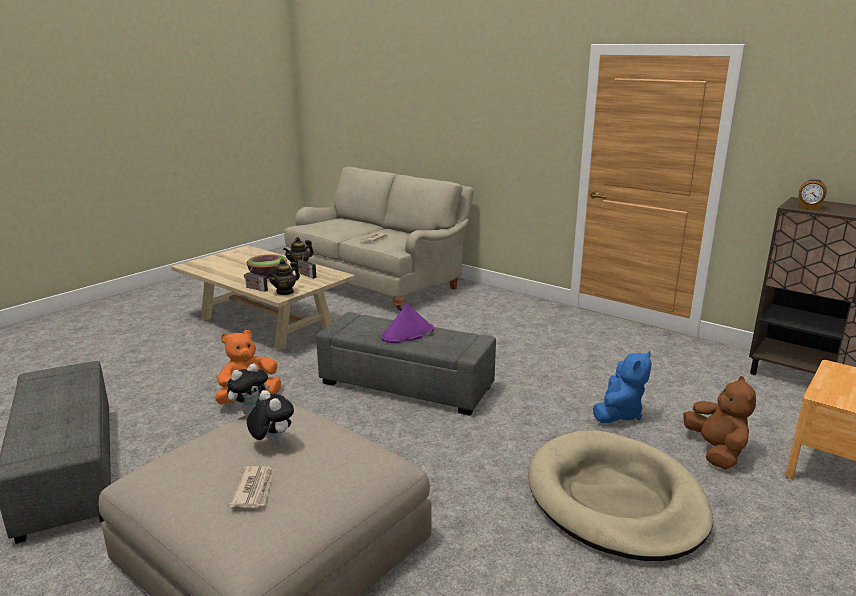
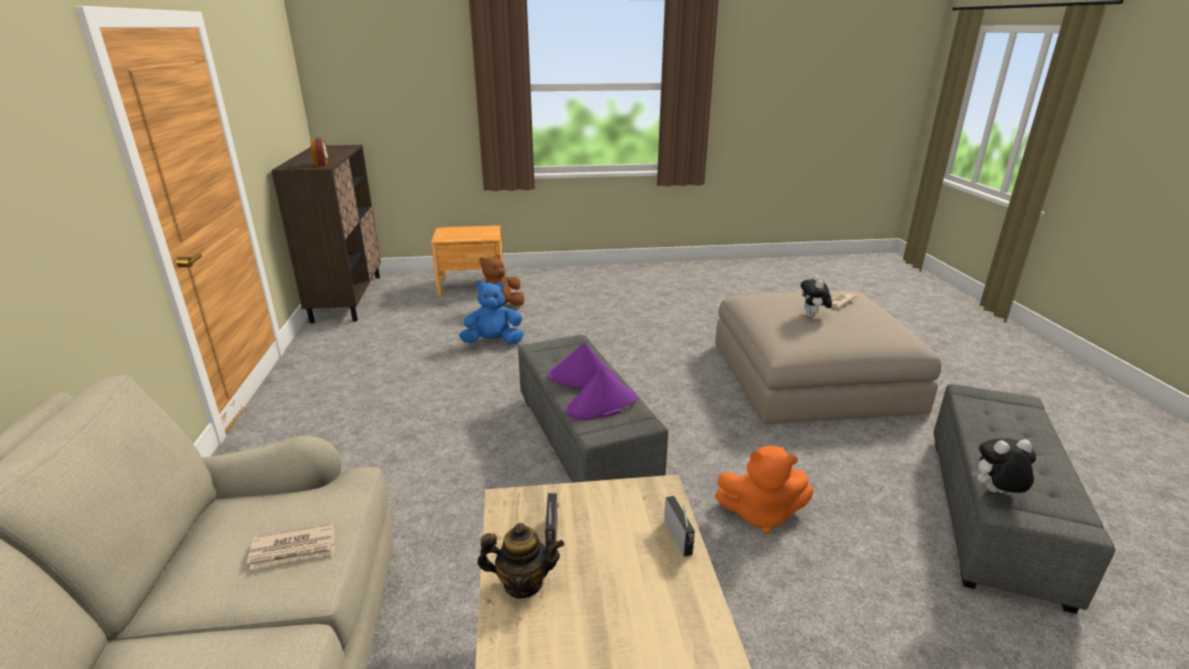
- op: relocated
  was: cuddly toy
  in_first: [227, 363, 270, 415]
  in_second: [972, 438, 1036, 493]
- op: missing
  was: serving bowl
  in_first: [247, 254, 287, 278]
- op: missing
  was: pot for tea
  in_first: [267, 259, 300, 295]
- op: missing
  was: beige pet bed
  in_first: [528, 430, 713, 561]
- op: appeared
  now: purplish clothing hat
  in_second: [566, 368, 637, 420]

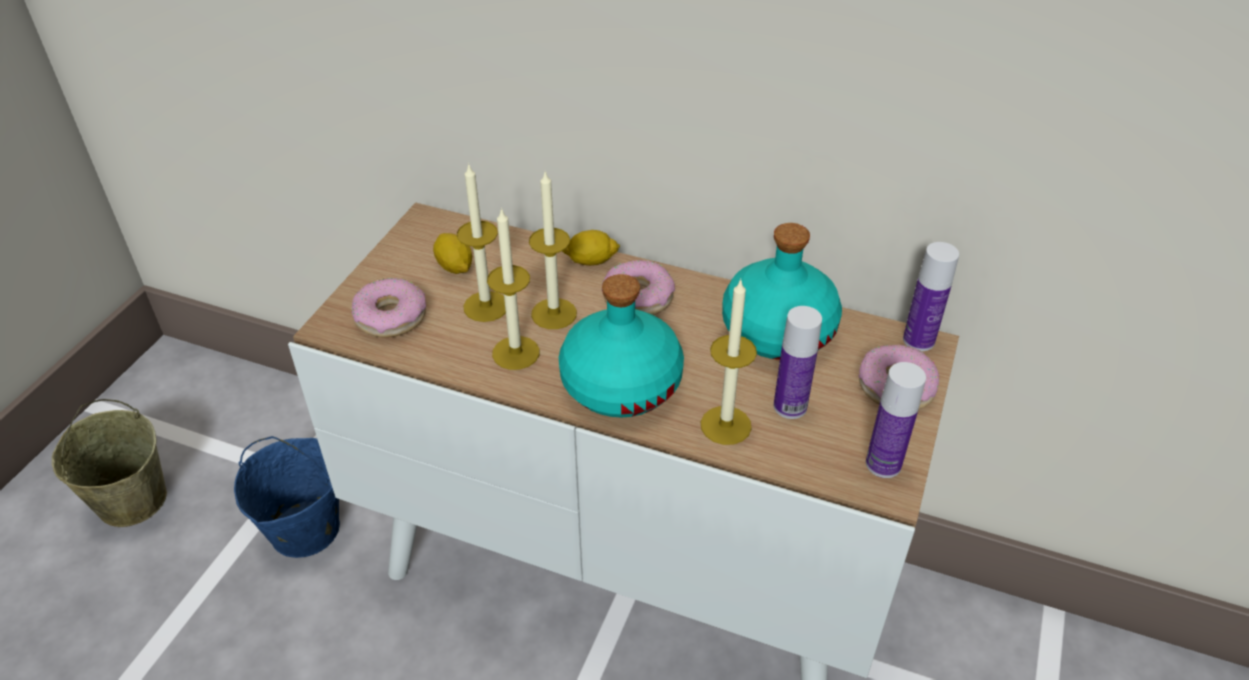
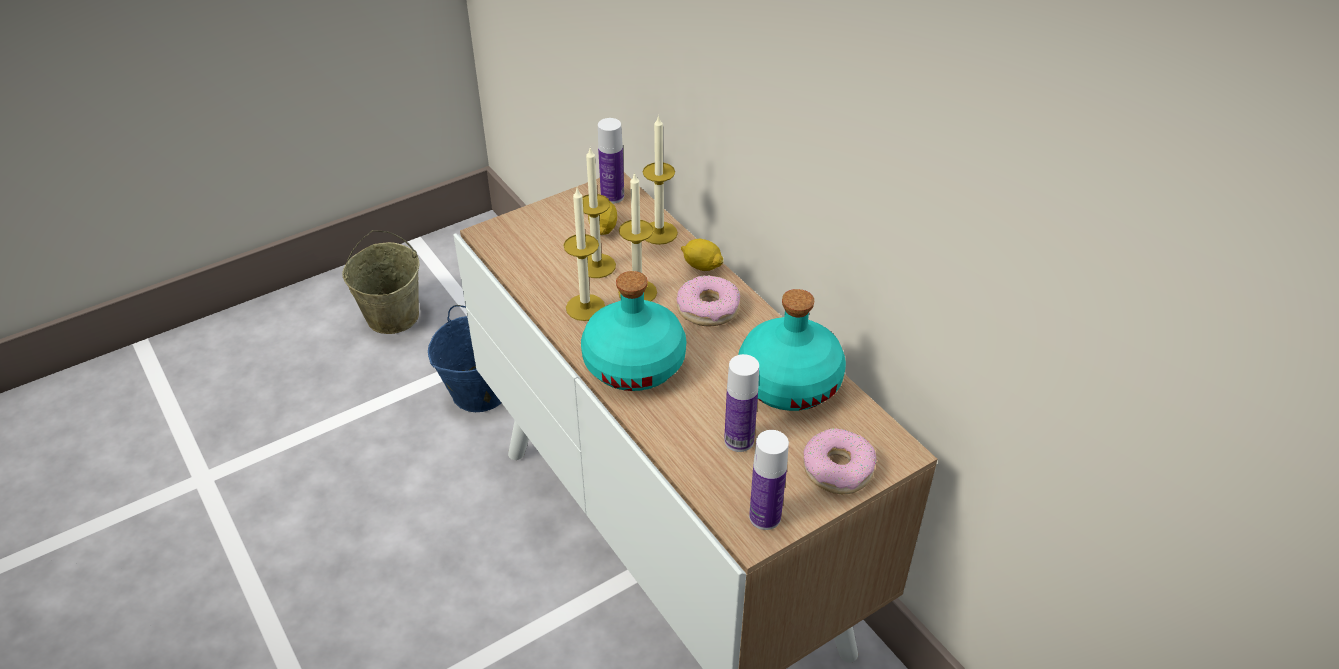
- op: missing
  was: doughnut
  in_first: [352, 278, 426, 337]
- op: relocated
  was: wax light
  in_first: [701, 278, 757, 445]
  in_second: [643, 115, 678, 245]
- op: relocated
  was: bottle
  in_first: [903, 242, 959, 351]
  in_second: [598, 118, 624, 204]

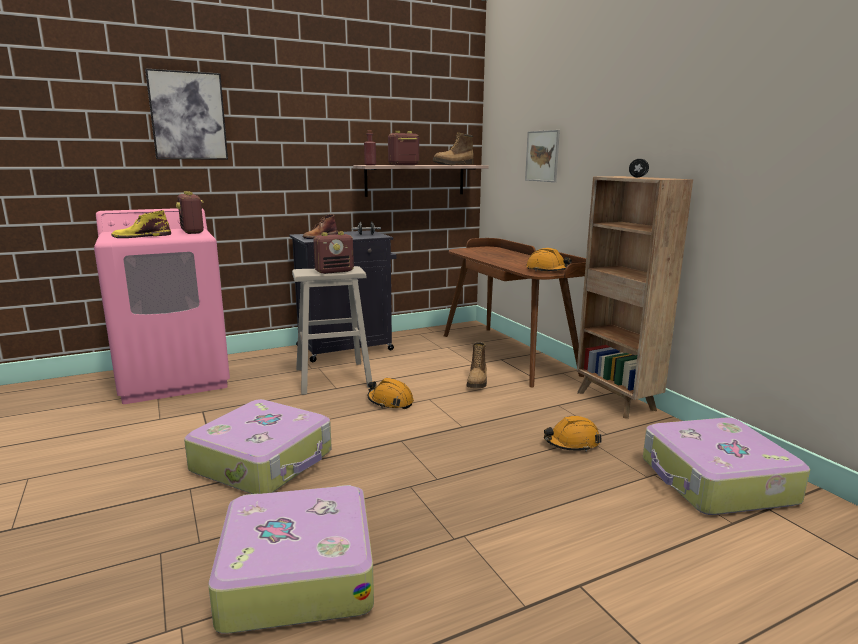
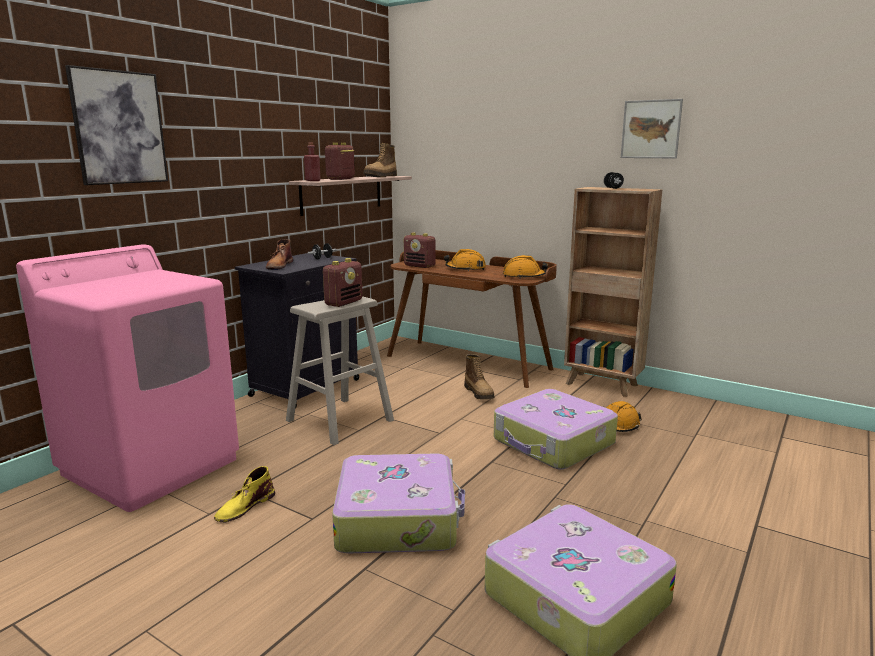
- op: relocated
  was: yellowish high-top boot
  in_first: [111, 210, 171, 238]
  in_second: [214, 466, 275, 522]
- op: relocated
  was: radio set
  in_first: [176, 191, 204, 234]
  in_second: [404, 233, 435, 268]
- op: relocated
  was: orange hard hat
  in_first: [368, 378, 414, 409]
  in_second: [444, 249, 486, 271]
- op: relocated
  was: picture
  in_first: [525, 130, 560, 182]
  in_second: [621, 99, 683, 158]
- op: relocated
  was: suitcase
  in_first: [643, 418, 810, 515]
  in_second: [494, 389, 618, 470]

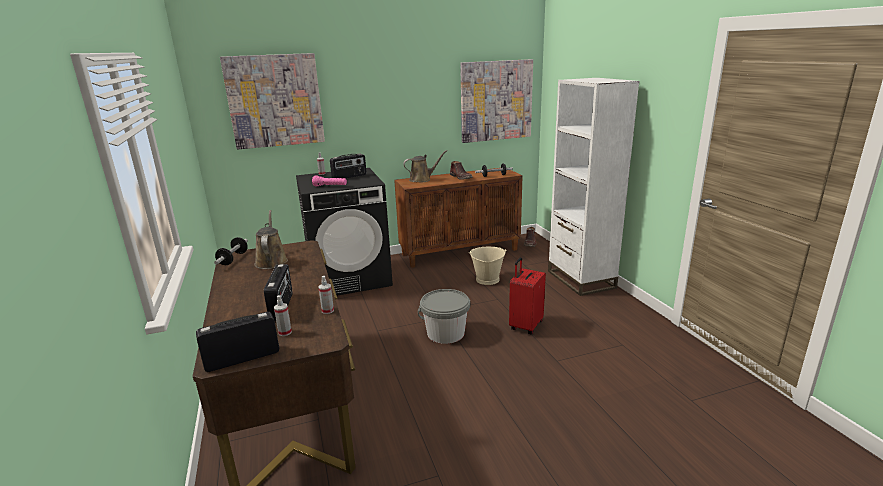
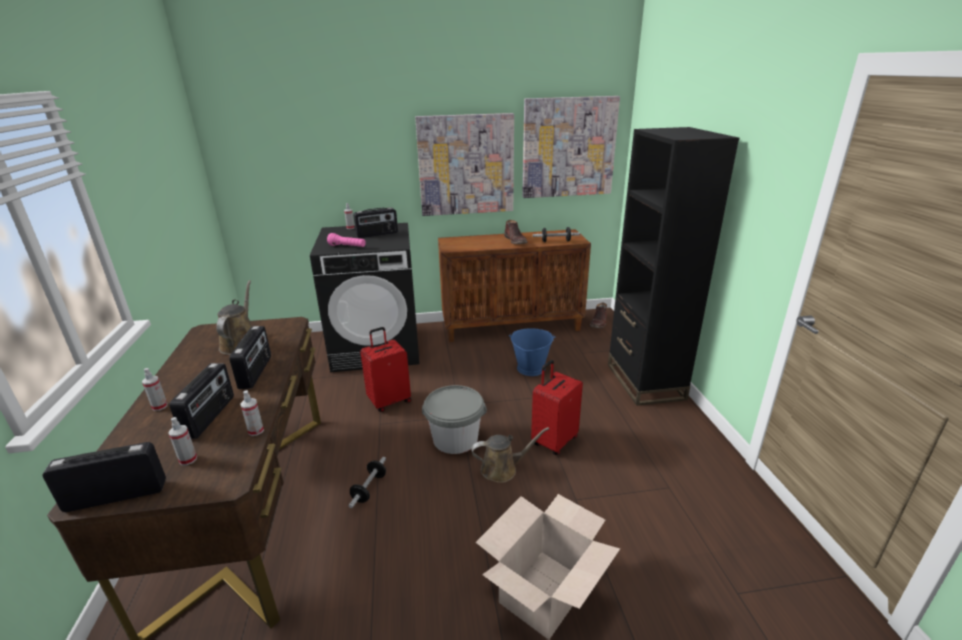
- op: relocated
  was: hand weight
  in_first: [214, 237, 248, 265]
  in_second: [348, 457, 386, 508]
- op: relocated
  was: picture
  in_first: [220, 53, 325, 150]
  in_second: [415, 113, 514, 216]
- op: relocated
  was: brown-coloured watering pot
  in_first: [403, 150, 447, 182]
  in_second: [471, 427, 549, 483]
- op: colour
  was: beige pail
  now: blue pail
  in_first: [470, 247, 507, 285]
  in_second: [509, 328, 555, 376]
- op: colour
  was: whitish bookshelf
  now: black bookshelf
  in_first: [548, 78, 640, 296]
  in_second: [608, 127, 739, 406]
- op: appeared
  now: hand sprayer
  in_second: [142, 368, 168, 411]
- op: appeared
  now: radio set
  in_second: [229, 326, 271, 389]
- op: appeared
  now: red-coloured suitcase
  in_second: [360, 327, 411, 412]
- op: appeared
  now: packing box
  in_second: [476, 494, 620, 640]

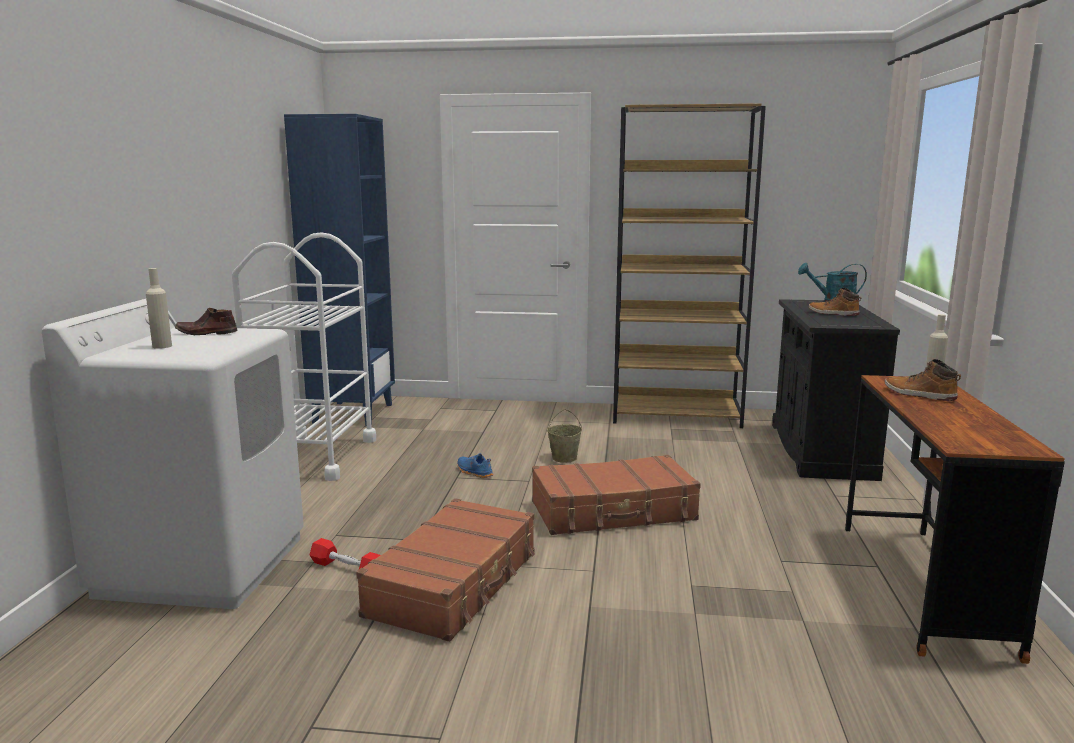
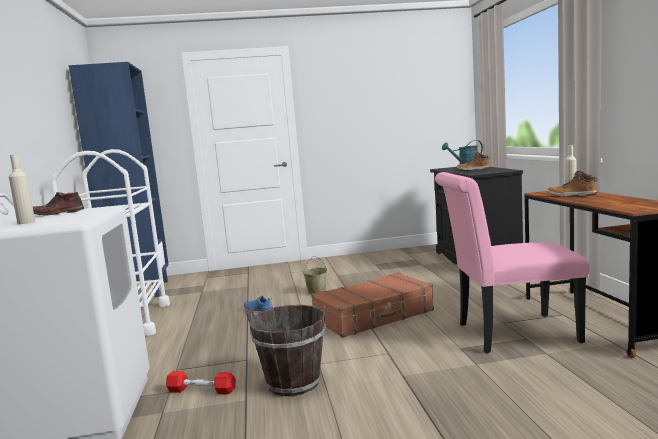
- op: exchanged
  was: brown-coloured suitcase
  now: brown-coloured pail
  in_first: [356, 498, 535, 642]
  in_second: [246, 305, 326, 396]
- op: missing
  was: brown-coloured bookshelf
  in_first: [613, 103, 766, 428]
- op: appeared
  now: pink plain chair
  in_second: [435, 172, 590, 353]

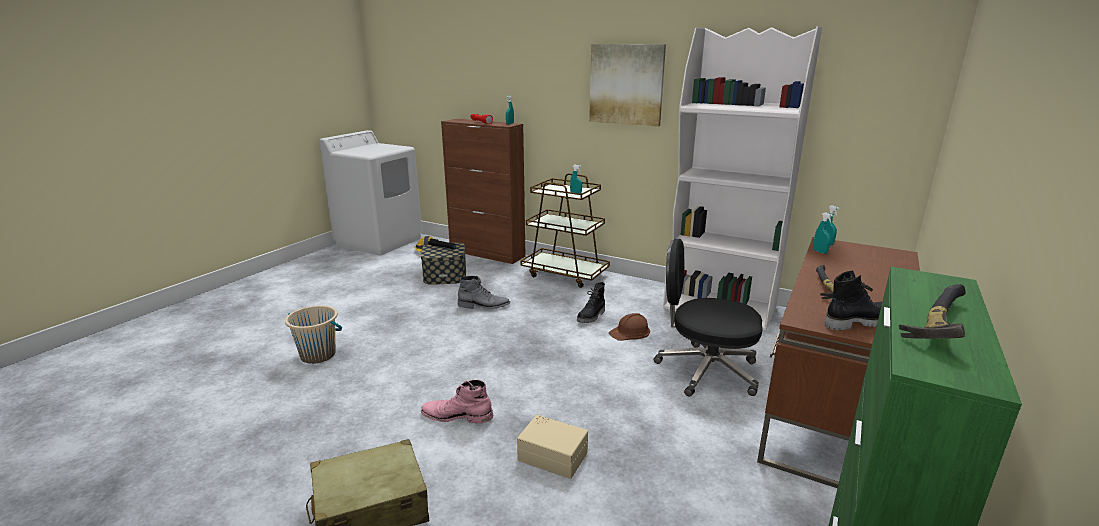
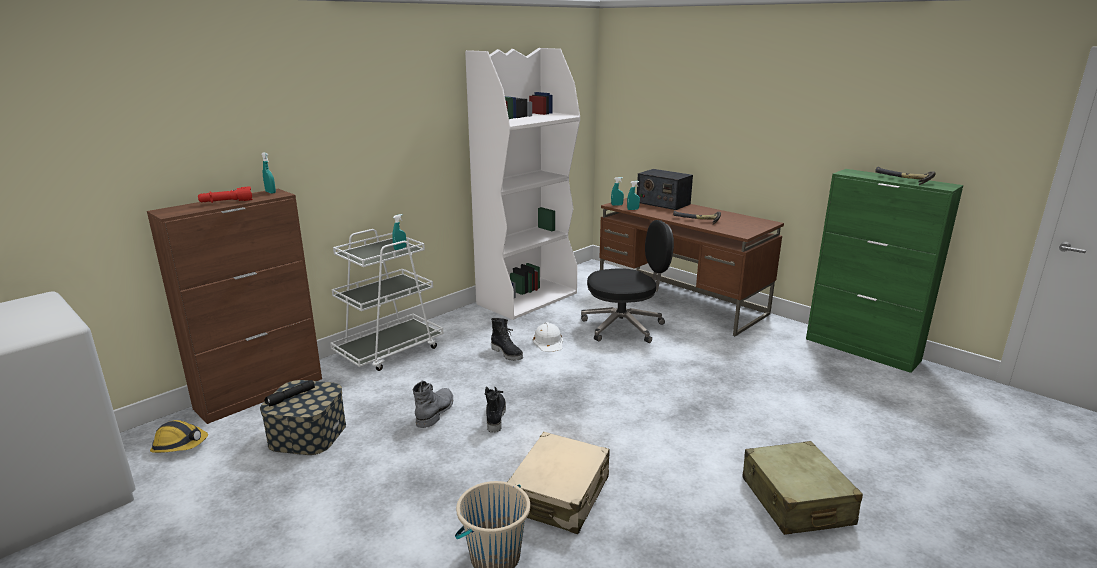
- op: missing
  was: pink high-top boot
  in_first: [421, 380, 493, 424]
- op: missing
  was: beige storage box
  in_first: [517, 415, 588, 479]
- op: colour
  was: brown-coloured cart
  now: whitish cart
  in_first: [520, 173, 610, 288]
  in_second: [330, 229, 443, 371]
- op: missing
  was: picture
  in_first: [589, 44, 666, 127]
- op: colour
  was: brown-coloured hard hat
  now: whitish hard hat
  in_first: [609, 313, 650, 341]
  in_second: [532, 322, 563, 352]
- op: spun
  was: black office chair
  in_first: [654, 239, 763, 397]
  in_second: [581, 220, 674, 343]
  clockwise: -135
- op: relocated
  was: black high-top boot
  in_first: [824, 270, 882, 331]
  in_second: [484, 386, 506, 433]
- op: appeared
  now: beige suitcase
  in_second: [508, 432, 610, 534]
- op: appeared
  now: radio set
  in_second: [637, 169, 693, 210]

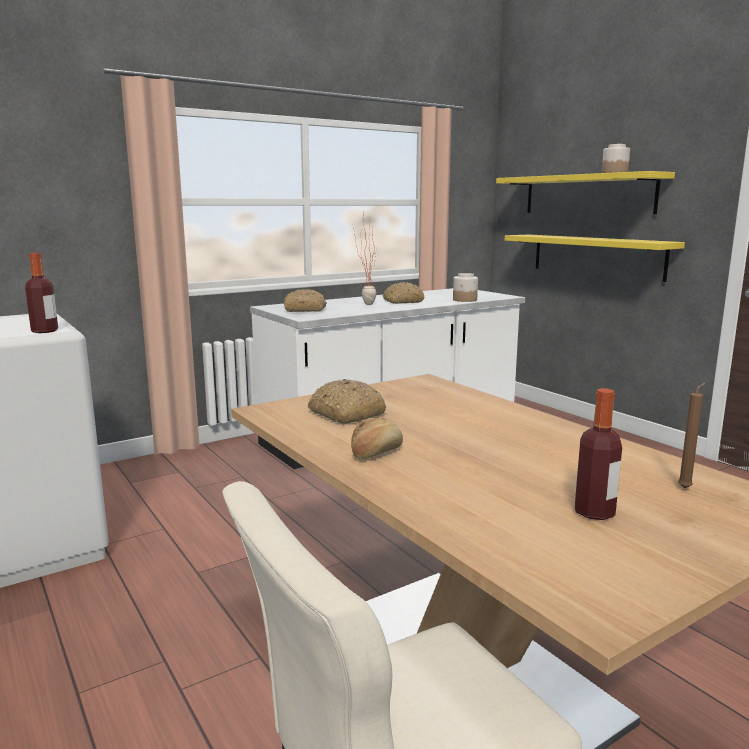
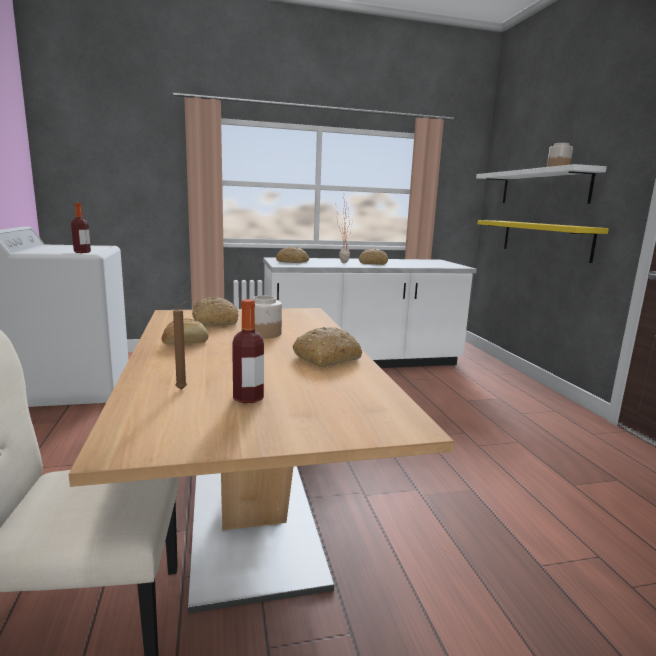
- op: relocated
  was: preserve jar
  in_first: [453, 273, 478, 302]
  in_second: [253, 296, 282, 338]
- op: colour
  was: yellowish shelf
  now: whitish shelf
  in_first: [496, 171, 675, 214]
  in_second: [476, 164, 607, 204]
- op: relocated
  was: brown-coloured wax light
  in_first: [678, 382, 706, 489]
  in_second: [173, 301, 188, 390]
- op: appeared
  now: bakery bread
  in_second: [293, 327, 362, 367]

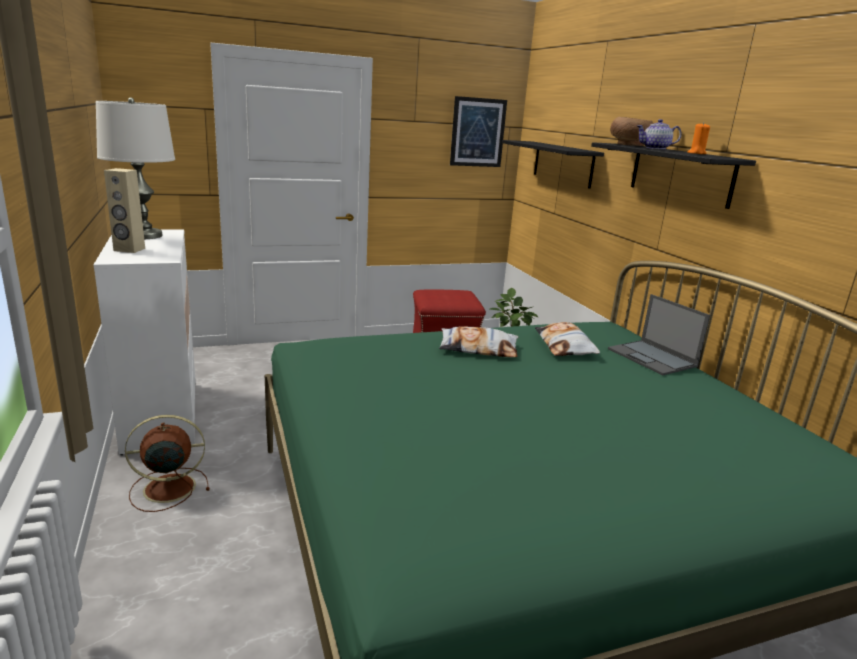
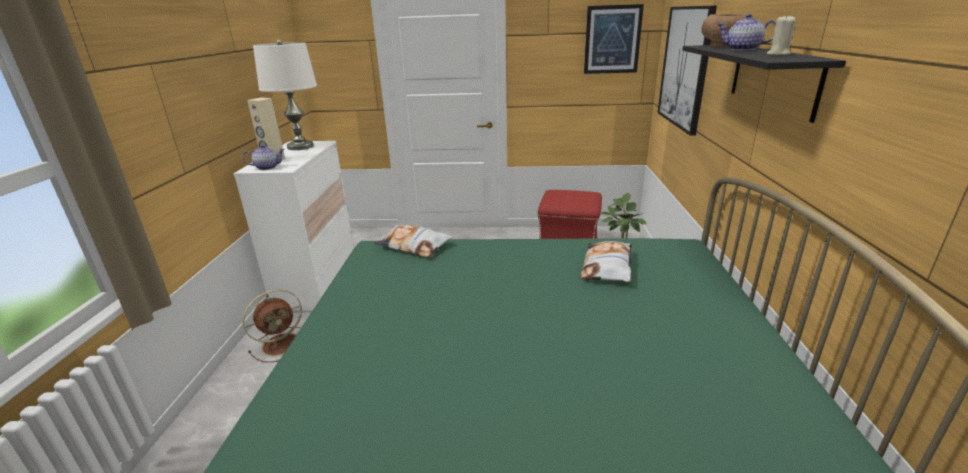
- op: spun
  was: brown-coloured electric fan
  in_first: [125, 415, 210, 512]
  in_second: [243, 289, 302, 362]
  clockwise: 135
- op: relocated
  was: cushion
  in_first: [439, 326, 518, 357]
  in_second: [374, 225, 452, 257]
- op: exchanged
  was: black shelf
  now: picture
  in_first: [502, 140, 604, 189]
  in_second: [657, 5, 717, 136]
- op: missing
  was: portable computer
  in_first: [608, 294, 710, 375]
- op: colour
  was: orange wax light
  now: beige wax light
  in_first: [687, 122, 710, 154]
  in_second: [767, 15, 796, 55]
- op: appeared
  now: pot for tea
  in_second: [243, 145, 284, 170]

